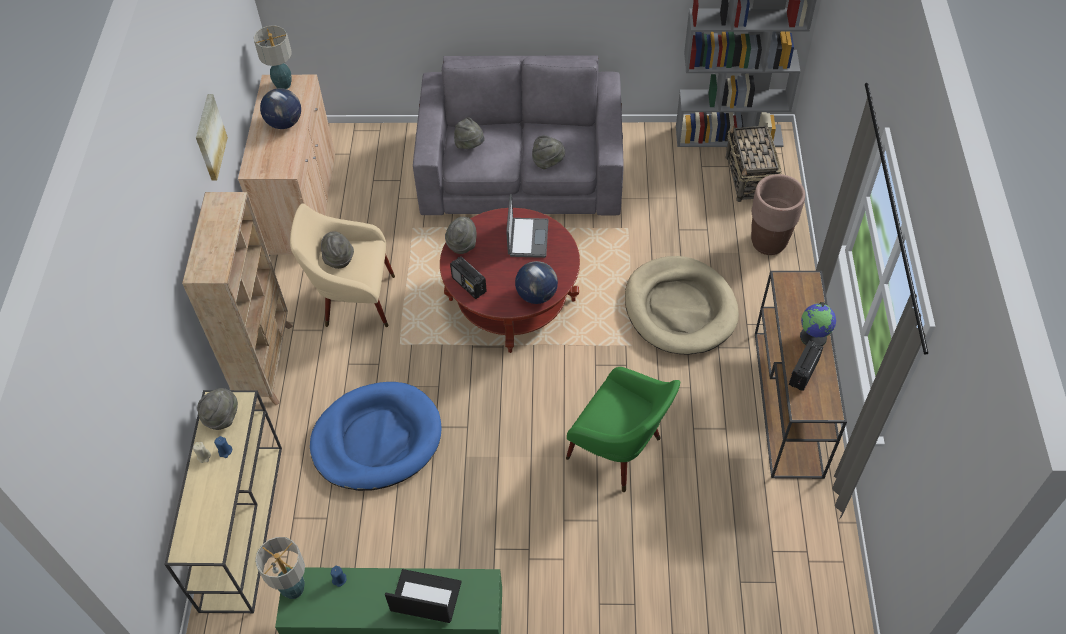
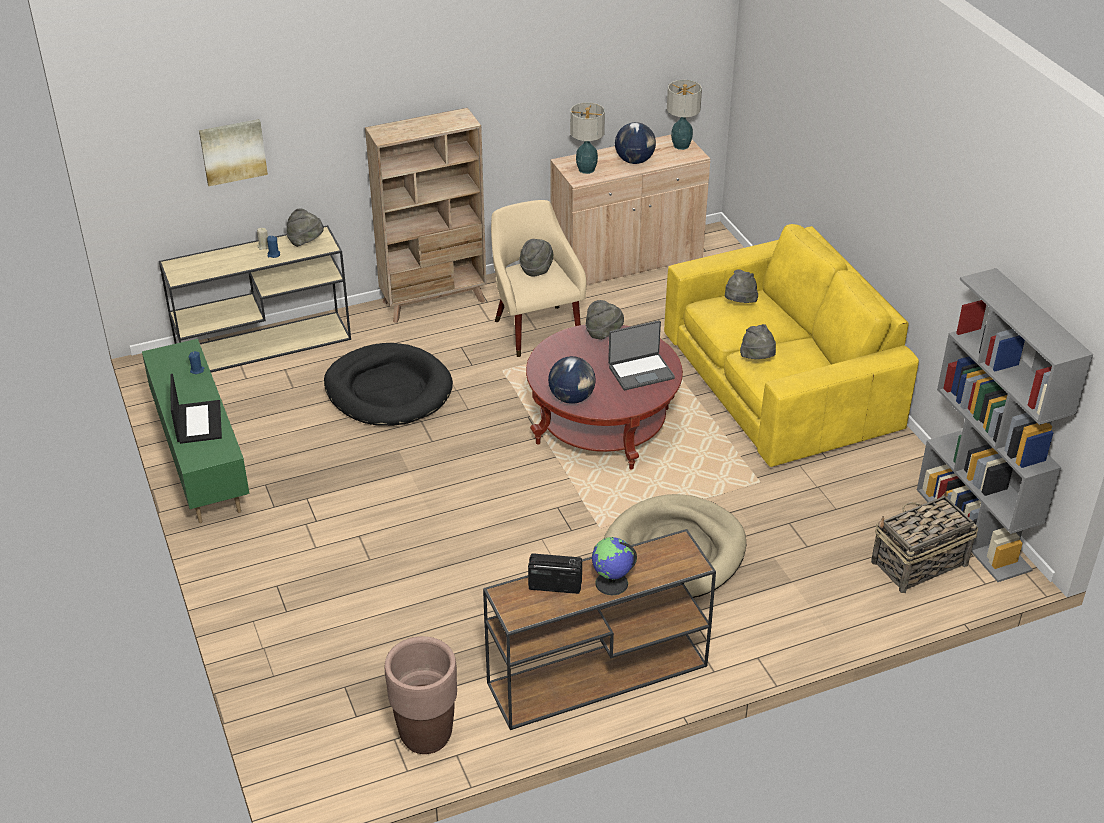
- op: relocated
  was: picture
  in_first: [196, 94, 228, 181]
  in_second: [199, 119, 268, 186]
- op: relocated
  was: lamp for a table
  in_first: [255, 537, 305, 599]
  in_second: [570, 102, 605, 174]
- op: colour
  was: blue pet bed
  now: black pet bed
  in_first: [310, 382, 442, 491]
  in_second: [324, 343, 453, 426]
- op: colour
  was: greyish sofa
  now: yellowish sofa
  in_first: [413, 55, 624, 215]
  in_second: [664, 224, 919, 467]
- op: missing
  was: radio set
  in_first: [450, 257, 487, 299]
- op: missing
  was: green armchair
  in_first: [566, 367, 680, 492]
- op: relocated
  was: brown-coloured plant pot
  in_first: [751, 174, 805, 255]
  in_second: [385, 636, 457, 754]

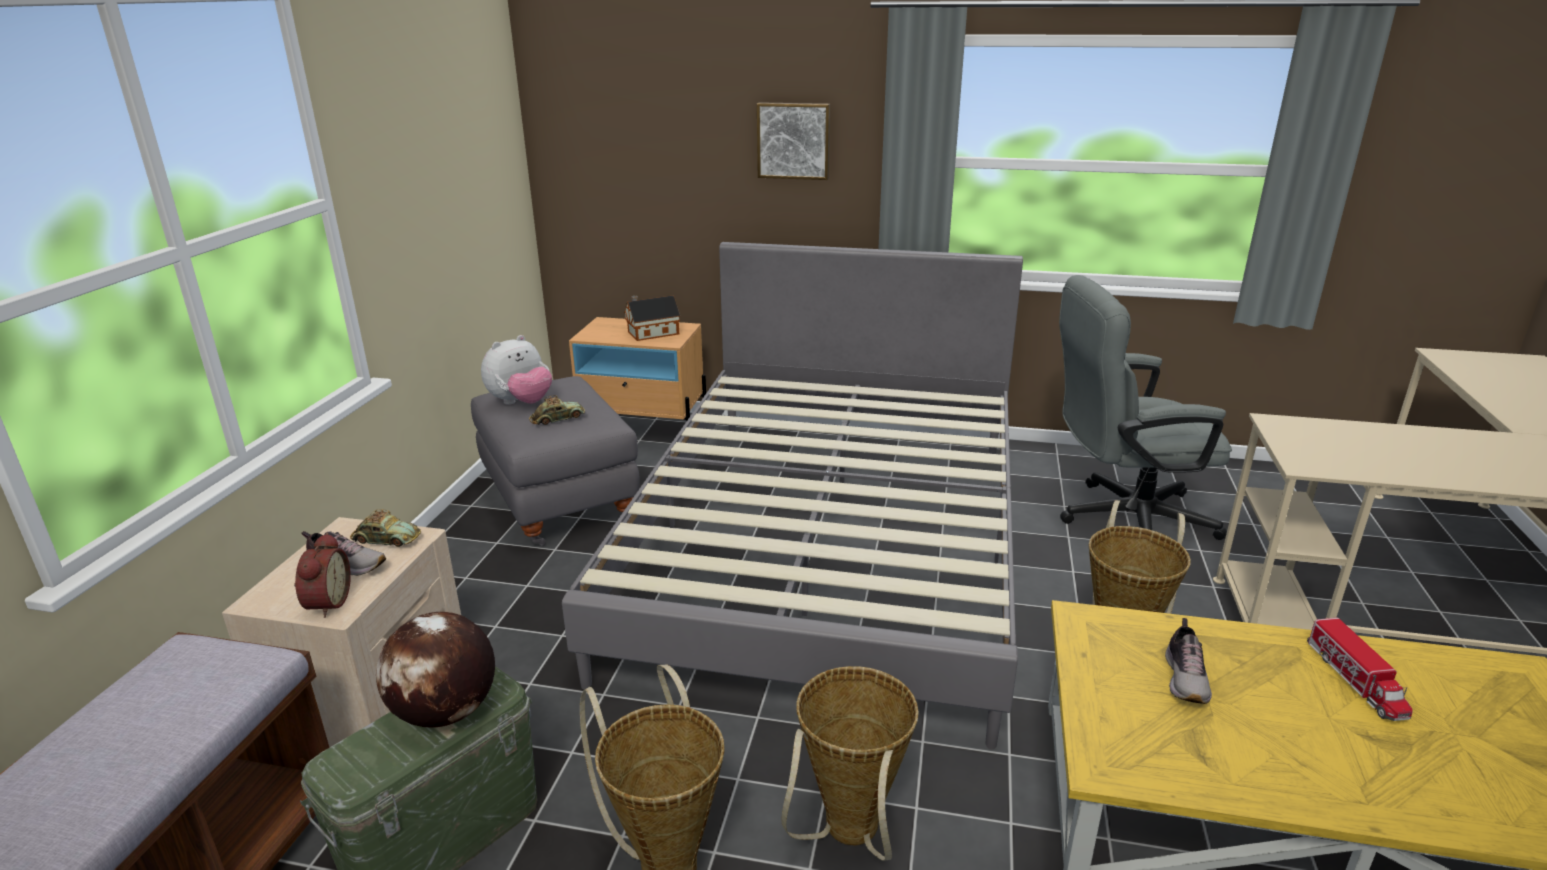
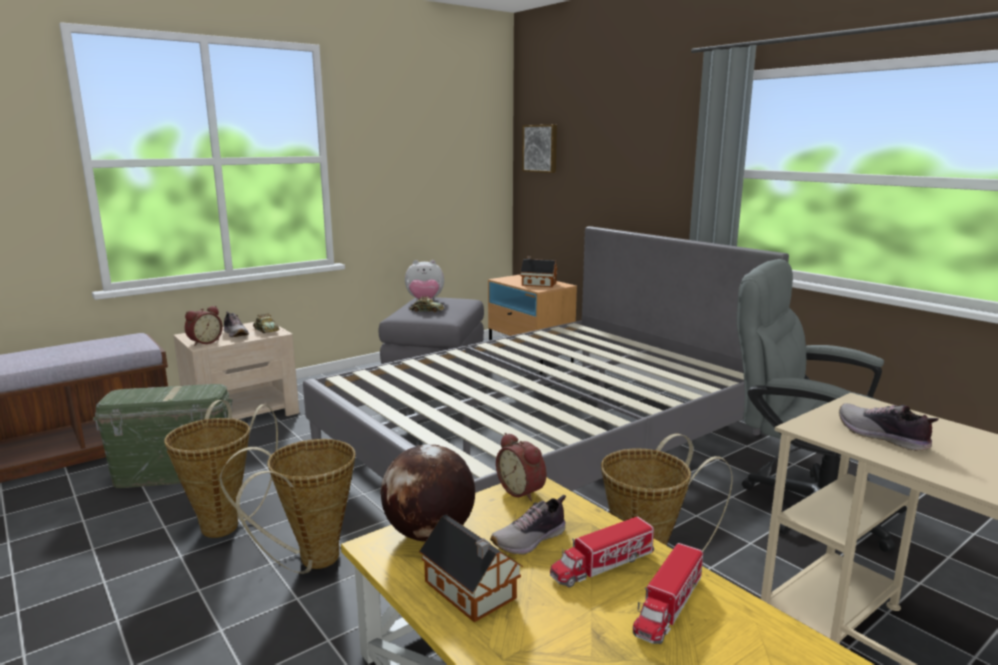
- op: relocated
  was: desk globe
  in_first: [376, 612, 495, 728]
  in_second: [381, 444, 475, 542]
- op: relocated
  was: picture
  in_first: [757, 102, 830, 180]
  in_second: [522, 125, 557, 173]
- op: appeared
  now: miniature house
  in_second: [419, 515, 523, 622]
- op: appeared
  now: bedside clock
  in_second: [496, 433, 546, 501]
- op: appeared
  now: toy truck
  in_second: [550, 516, 654, 587]
- op: appeared
  now: low shoe
  in_second: [839, 403, 939, 451]

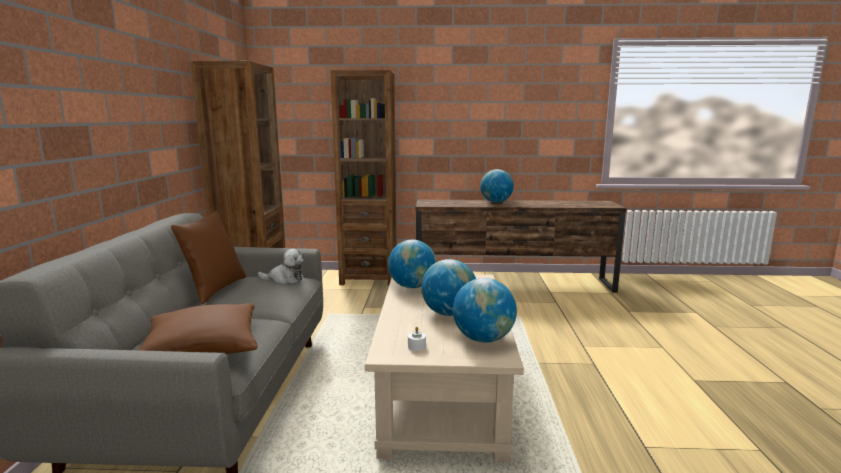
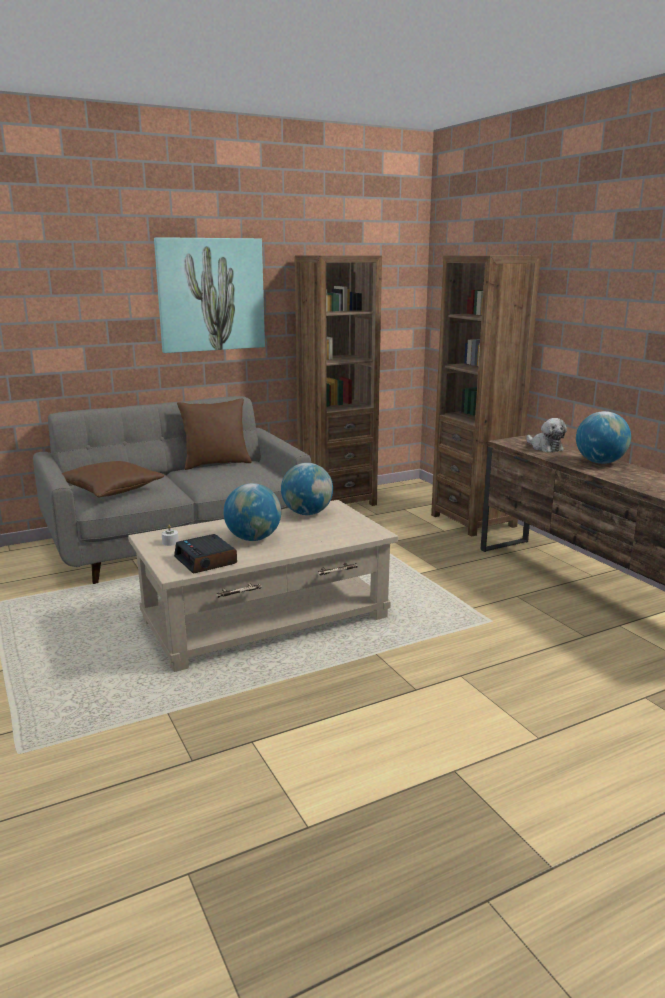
- op: relocated
  was: cuddly toy
  in_first: [258, 249, 304, 285]
  in_second: [526, 418, 567, 452]
- op: exchanged
  was: desk globe
  now: bedside clock
  in_first: [453, 278, 517, 343]
  in_second: [174, 534, 237, 574]
- op: appeared
  now: picture
  in_second: [154, 237, 265, 353]

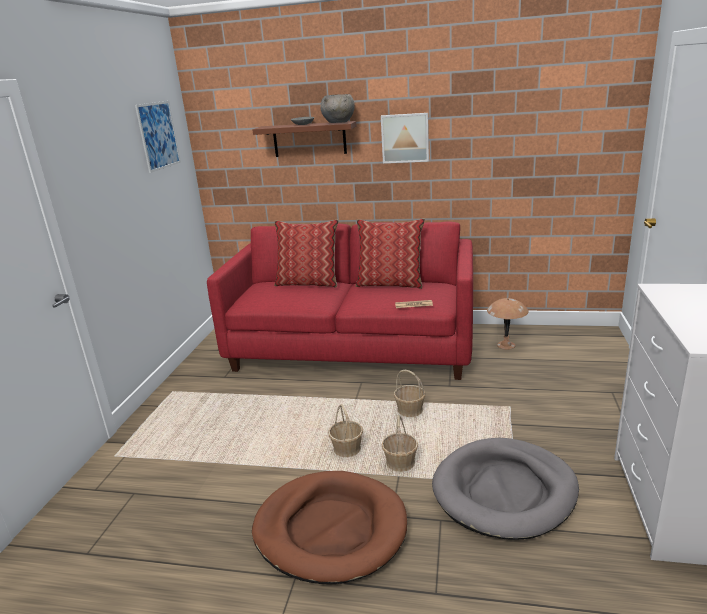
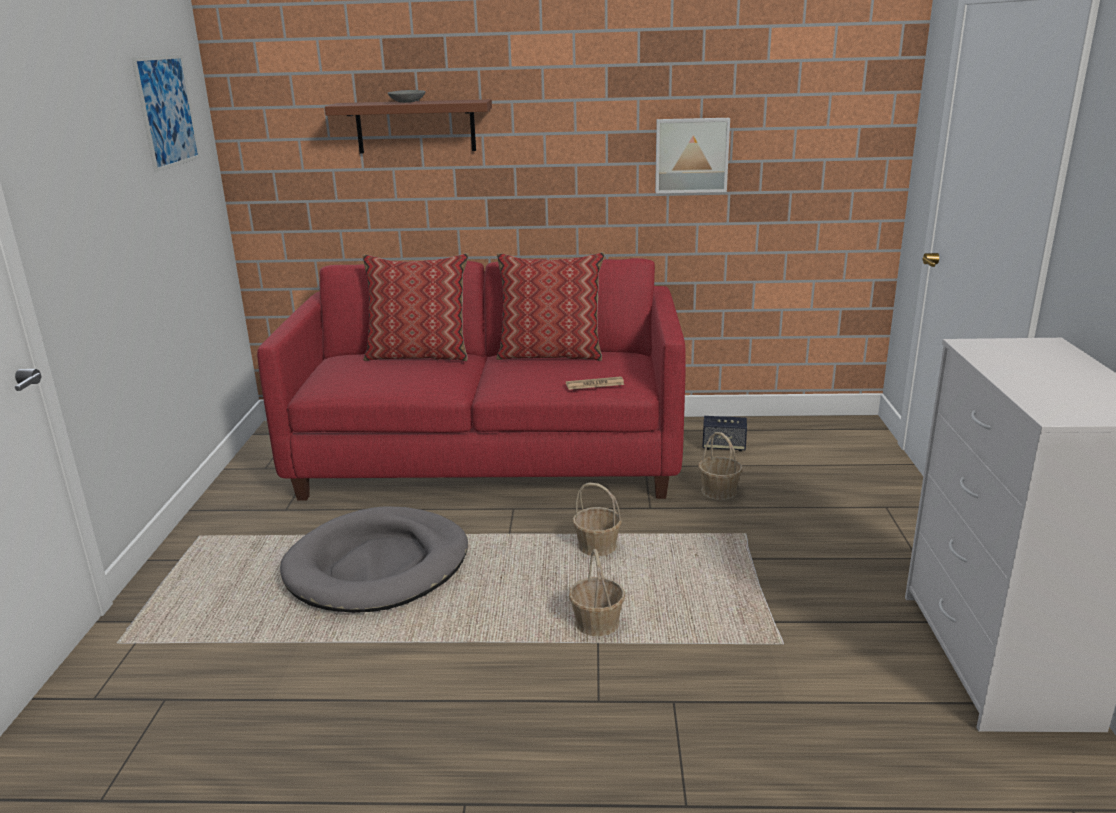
- op: missing
  was: brown-coloured pet bed
  in_first: [252, 471, 407, 584]
- op: missing
  was: greyish serving bowl
  in_first: [320, 94, 355, 123]
- op: relocated
  was: household basket
  in_first: [328, 404, 363, 457]
  in_second: [698, 432, 743, 500]
- op: relocated
  was: picture
  in_first: [381, 113, 429, 163]
  in_second: [655, 118, 730, 193]
- op: relocated
  was: greyish pet bed
  in_first: [432, 438, 579, 540]
  in_second: [280, 506, 468, 613]
- op: exchanged
  was: brown-coloured lamp for a table
  now: speaker
  in_first: [487, 298, 529, 350]
  in_second: [702, 416, 747, 451]

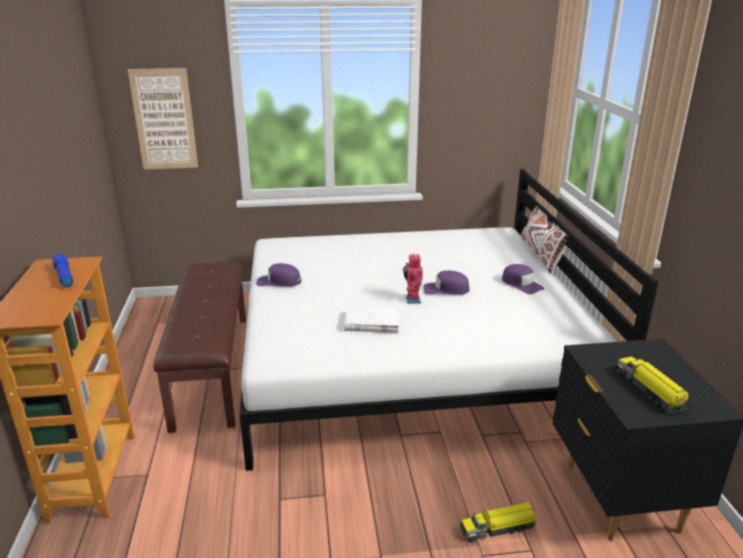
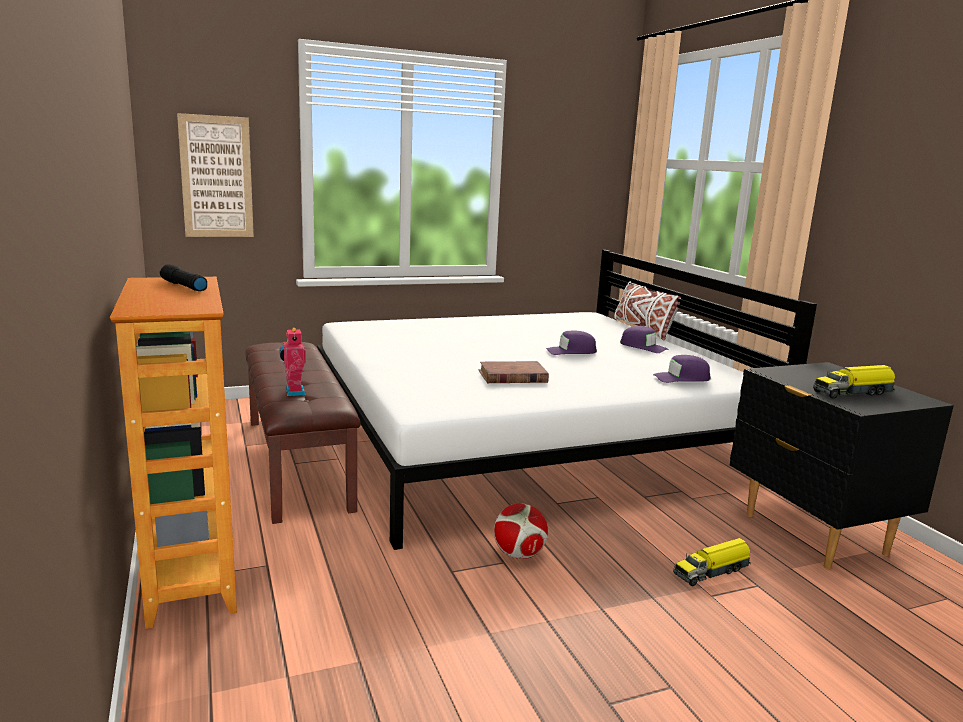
- op: colour
  was: blue hand torch
  now: black hand torch
  in_first: [52, 254, 73, 287]
  in_second: [160, 264, 207, 291]
- op: relocated
  was: purplish cap
  in_first: [256, 263, 301, 287]
  in_second: [653, 355, 711, 383]
- op: colour
  was: whitish bound book
  now: brown-coloured bound book
  in_first: [344, 306, 399, 333]
  in_second: [478, 361, 549, 383]
- op: relocated
  was: robot figure
  in_first: [403, 252, 423, 304]
  in_second: [279, 327, 306, 396]
- op: spun
  was: toy truck
  in_first: [616, 357, 688, 414]
  in_second: [813, 365, 895, 399]
  clockwise: -75
- op: appeared
  now: football
  in_second: [494, 503, 548, 559]

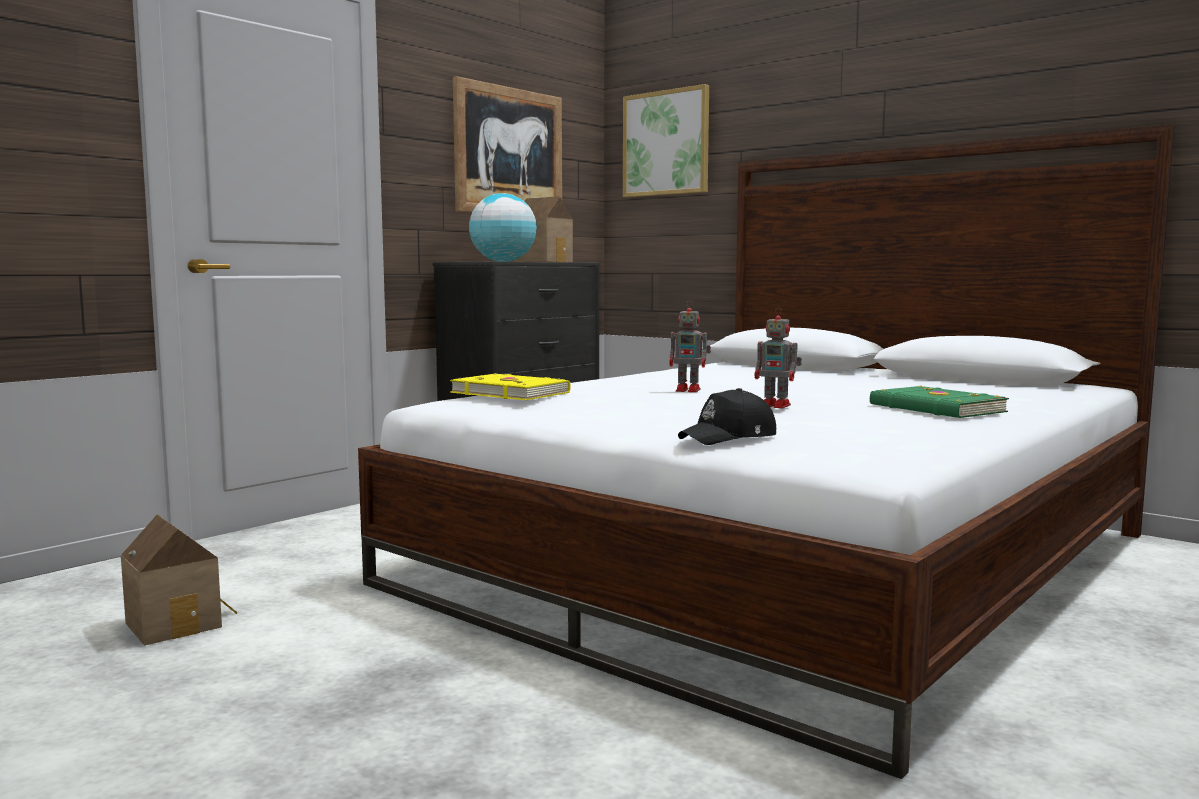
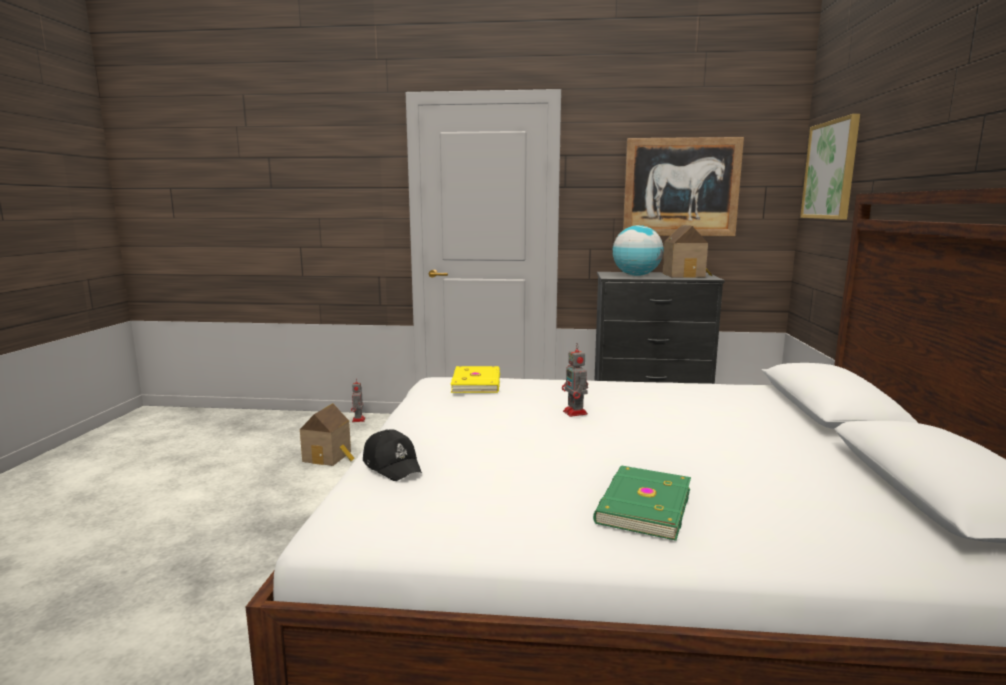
- op: spun
  was: black cap
  in_first: [678, 388, 776, 445]
  in_second: [363, 429, 422, 481]
  clockwise: -150
- op: relocated
  was: robot figure
  in_first: [755, 307, 802, 408]
  in_second: [351, 378, 365, 422]

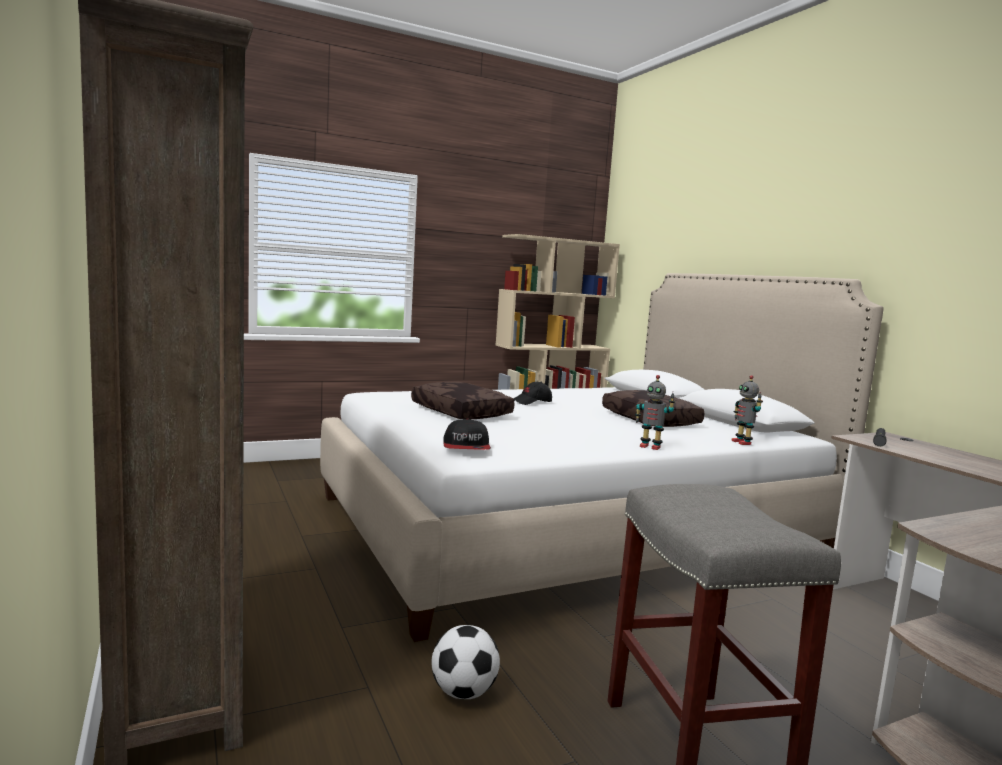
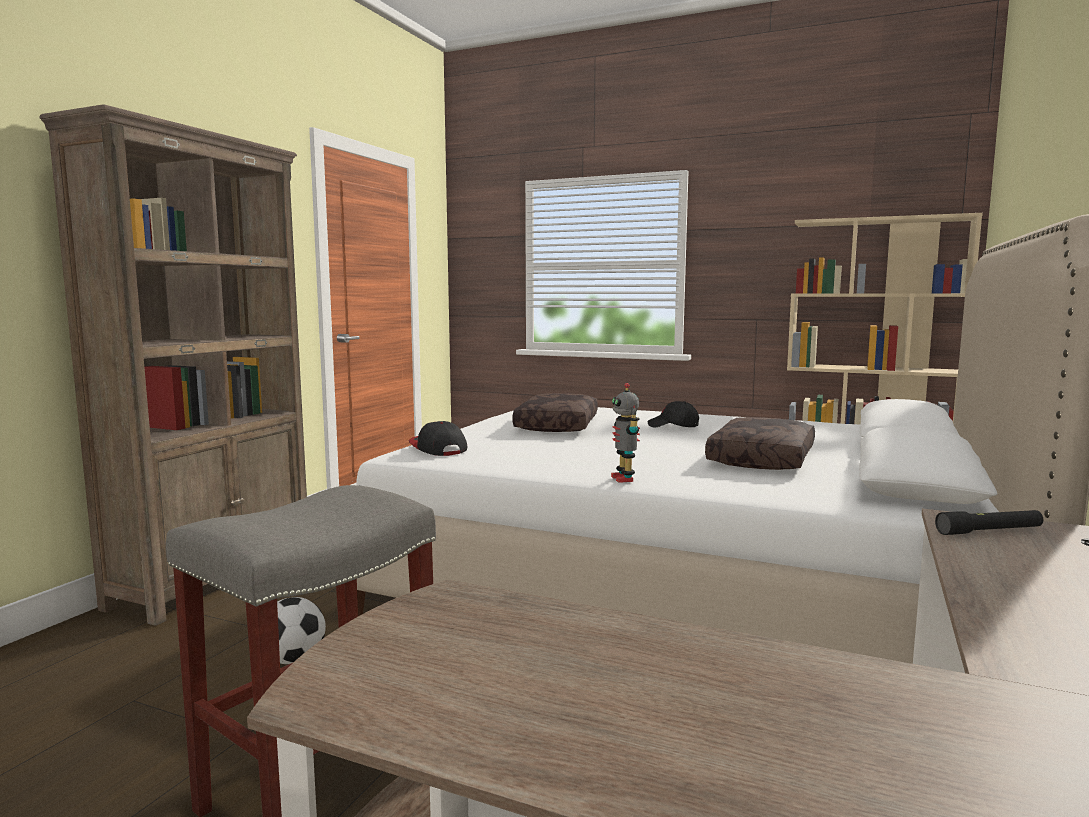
- op: spun
  was: cap
  in_first: [443, 418, 491, 450]
  in_second: [409, 421, 467, 456]
  clockwise: 105
- op: missing
  was: robot figure
  in_first: [731, 375, 763, 445]

